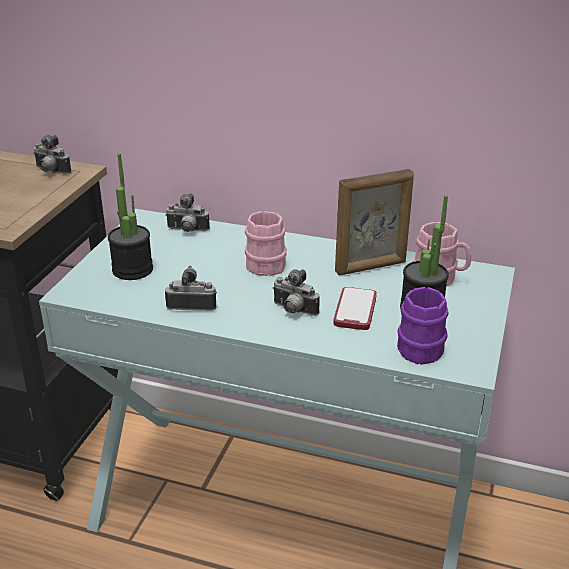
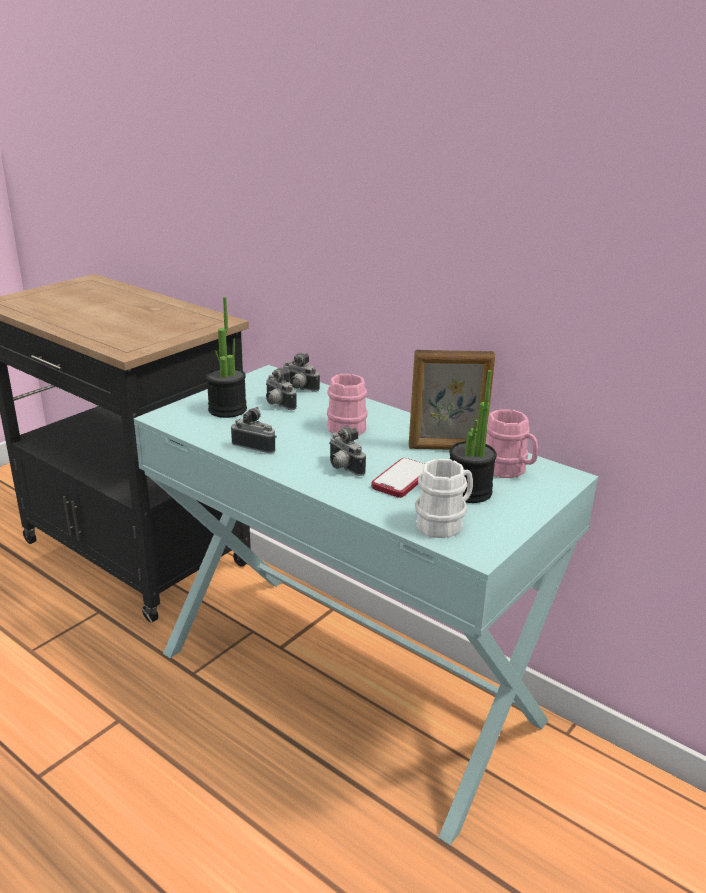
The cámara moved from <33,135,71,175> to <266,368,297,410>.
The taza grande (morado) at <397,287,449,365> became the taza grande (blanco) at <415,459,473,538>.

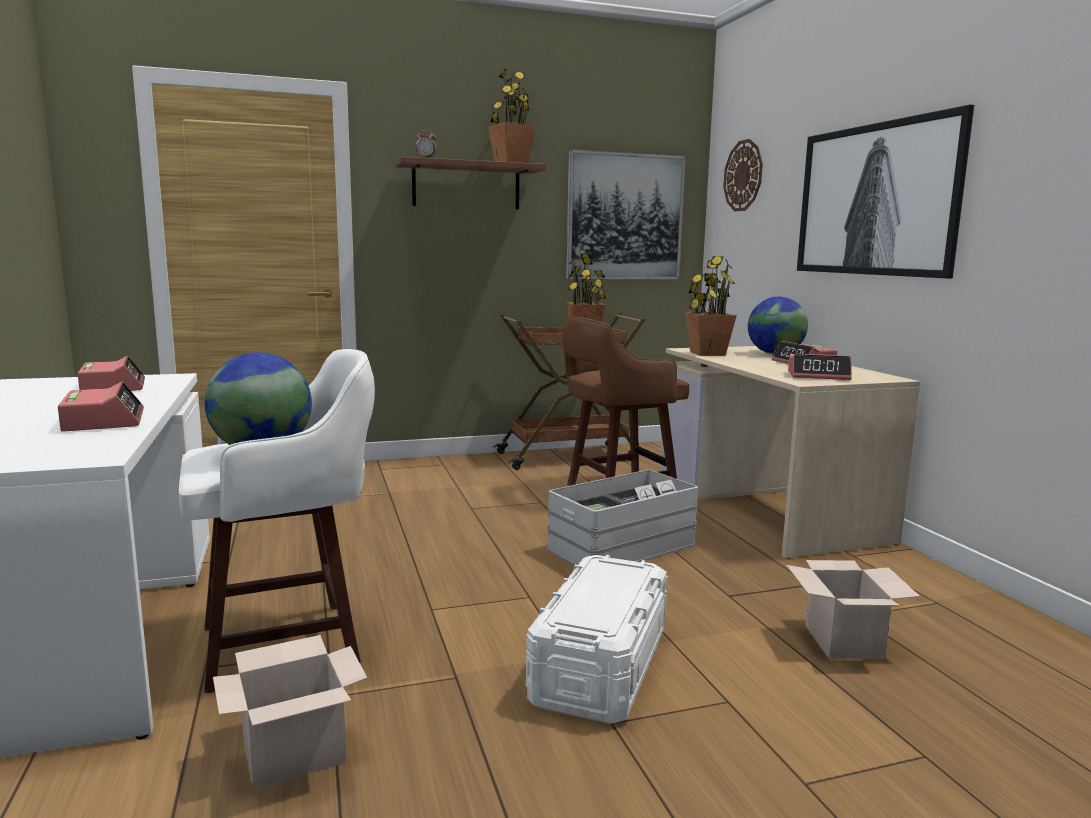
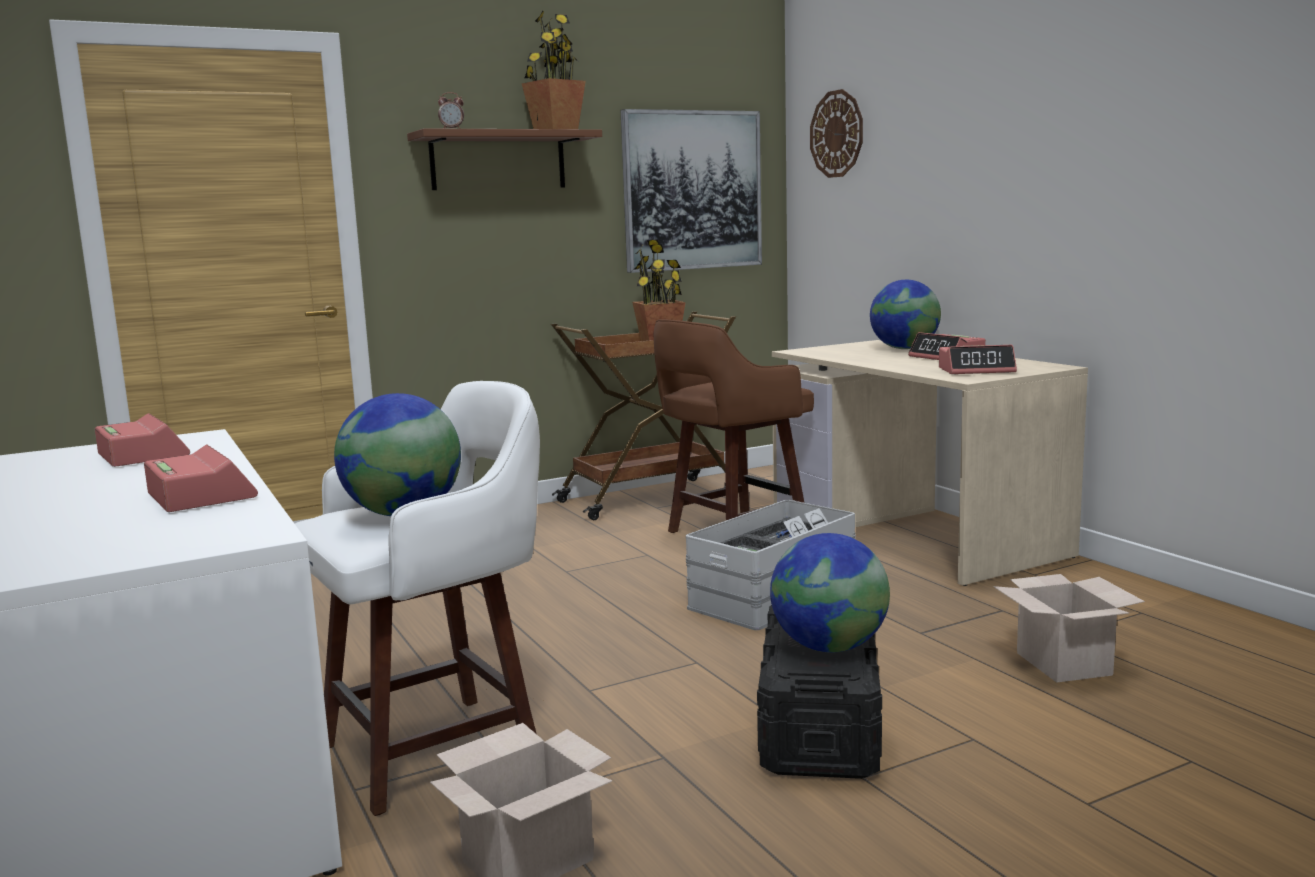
The planta en maceta at <685,256,737,356> disappeared.
The cuadro at <797,104,974,279> disappeared.
The globo terráqueo at <770,533,890,653> appeared.
The caja de almacenaje (blanco) at <526,555,668,724> became the caja de almacenaje (negro) at <757,605,882,779>.

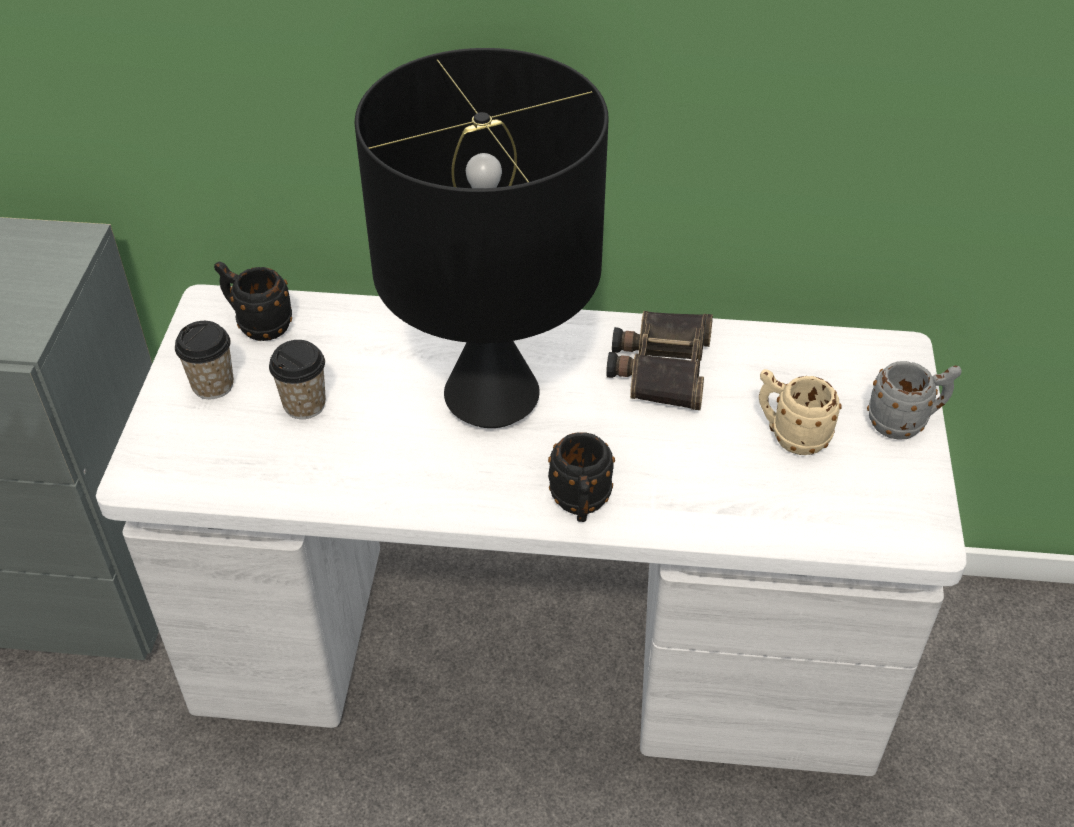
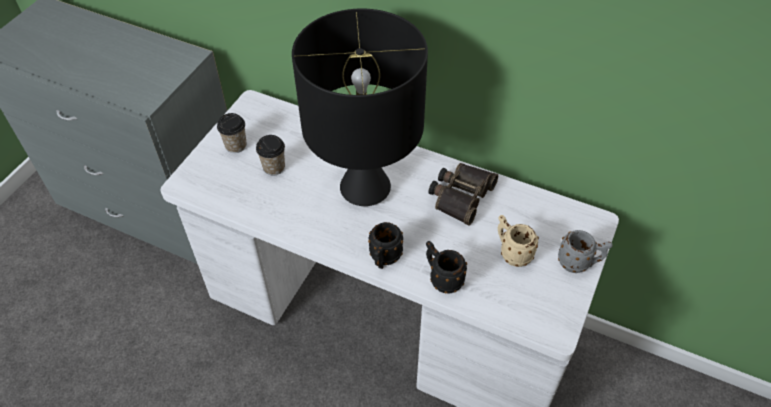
The taza grande (negro) moved from <214,261,292,341> to <426,241,467,294>.

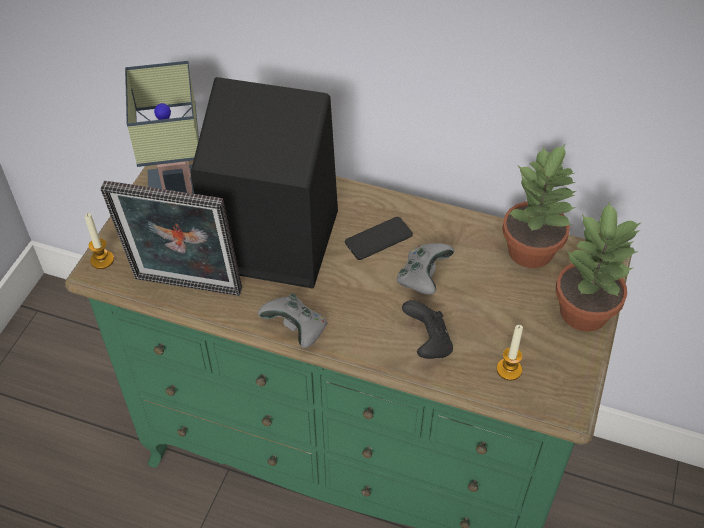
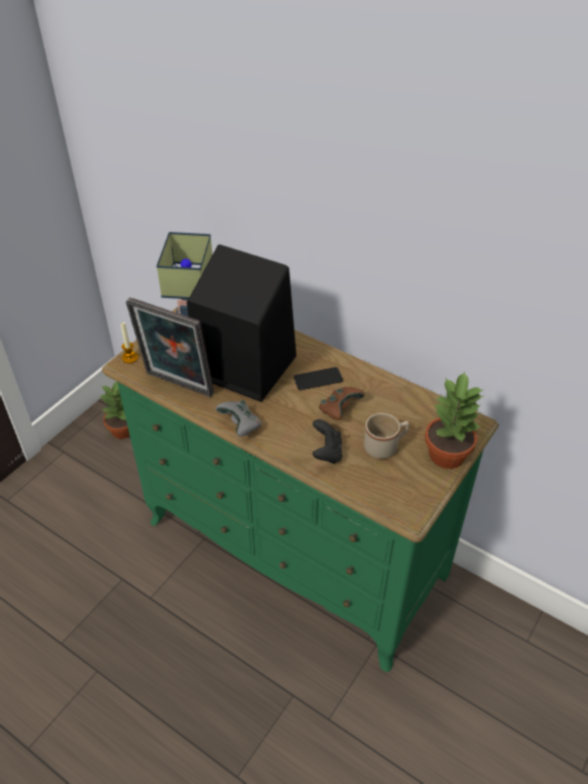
The vela at <497,325,523,381> disappeared.
The taza grande (beis) at <364,413,409,459> appeared.
The planta en maceta moved from <502,144,577,268> to <99,382,130,439>.
The mando de consola (gris) at <397,243,454,295> became the mando de consola (marrón) at <319,387,365,420>.

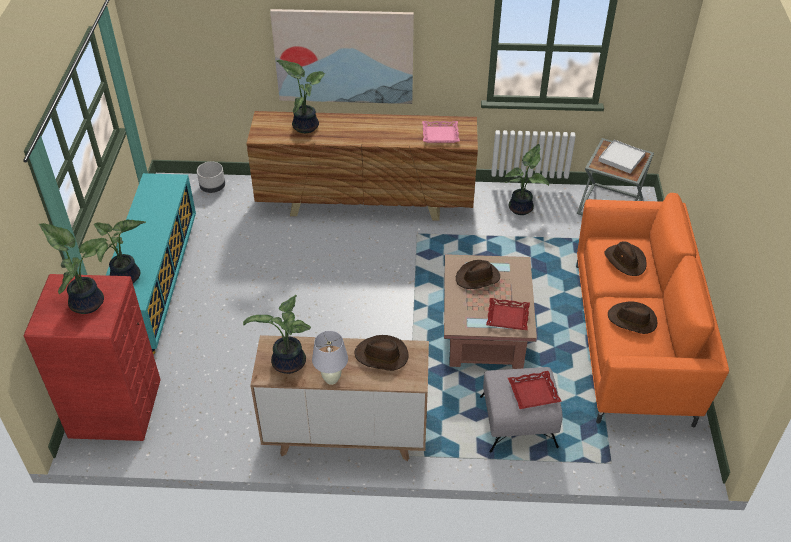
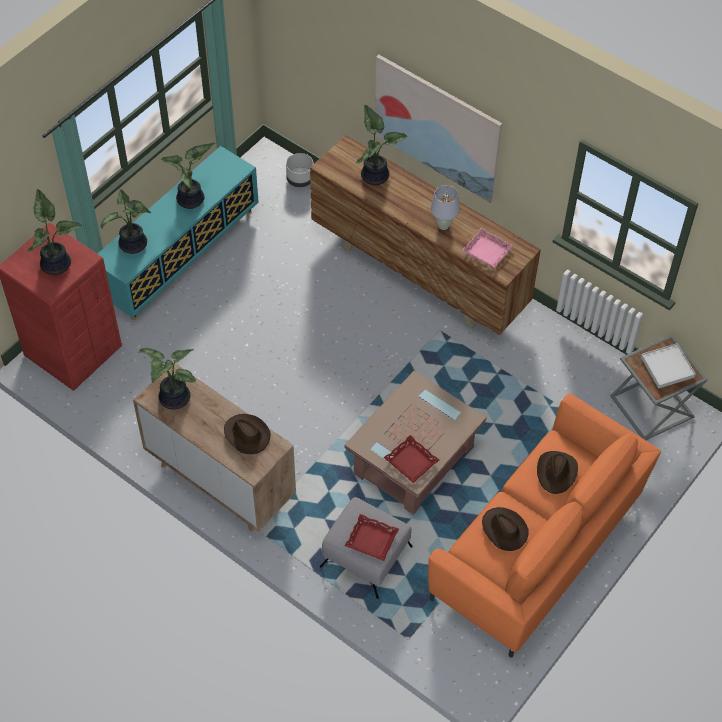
The sombrero (marrón) at <456,260,500,289> disappeared.
The lámpara de mesa (blanco) moved from <312,331,348,385> to <430,185,460,230>.
The planta en maceta moved from <505,144,549,215> to <161,143,216,209>.

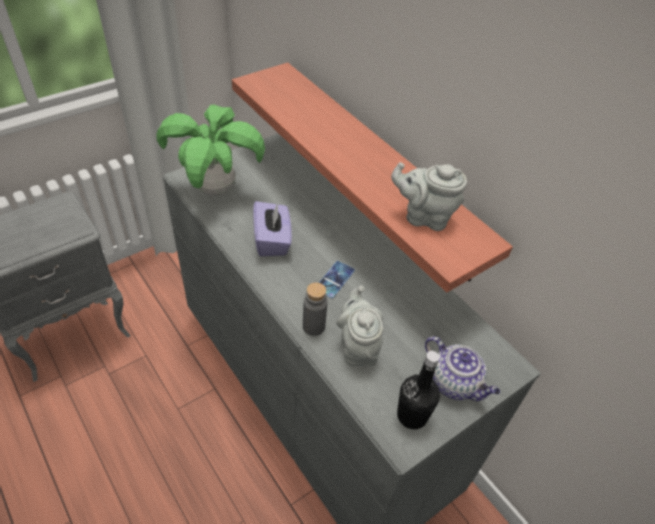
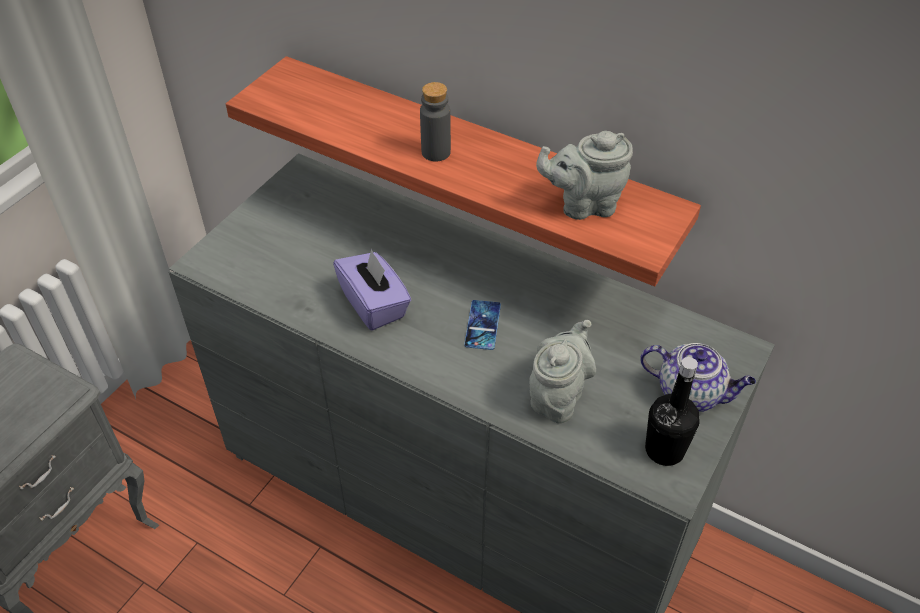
The planta en maceta at <156,105,265,196> disappeared.
The botella (gris) moved from <303,282,327,336> to <420,82,451,161>.
The tetera (gris) at <336,286,383,367> turned 60 degrees clockwise.

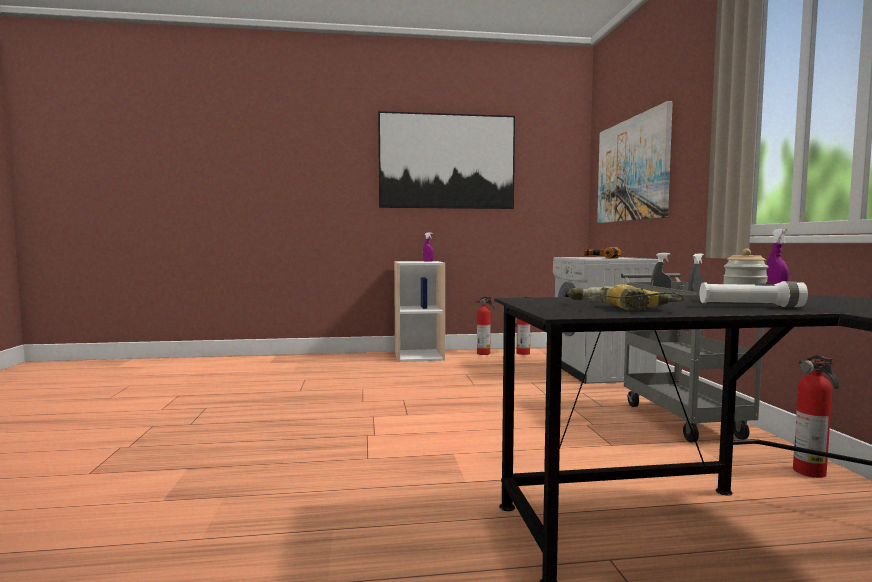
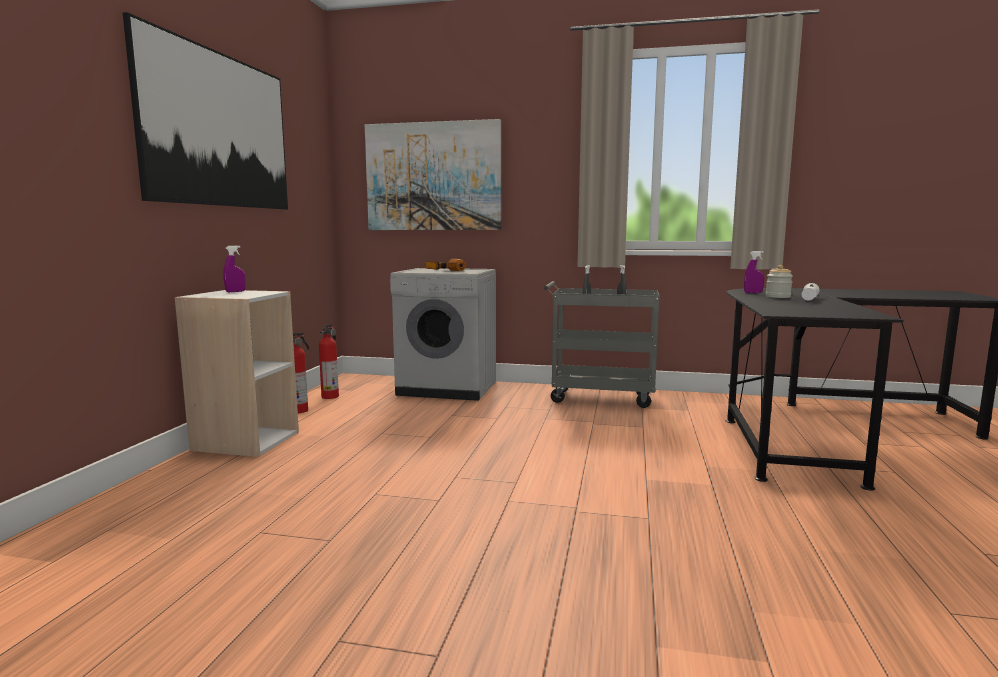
The taladro at <567,285,685,311> disappeared.
The extintor at <793,355,839,478> disappeared.

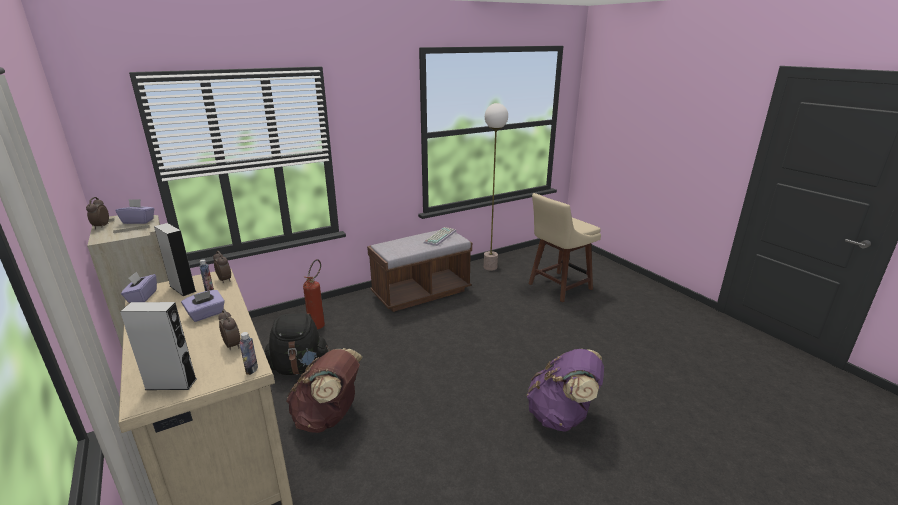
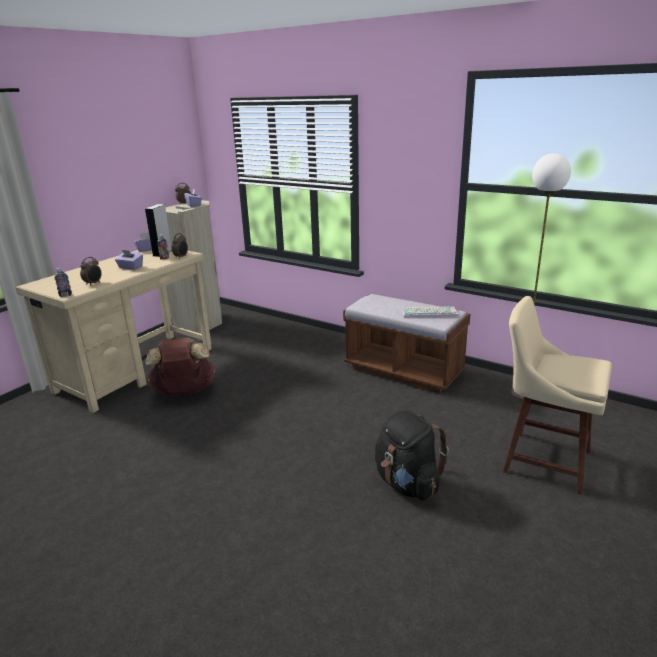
The altavoz (gris) at <120,302,197,390> disappeared.
The extintor at <303,259,325,330> disappeared.
The mochila (morado) at <527,349,604,432> disappeared.
The mochila (negro) moved from <265,313,330,375> to <375,411,449,501>.

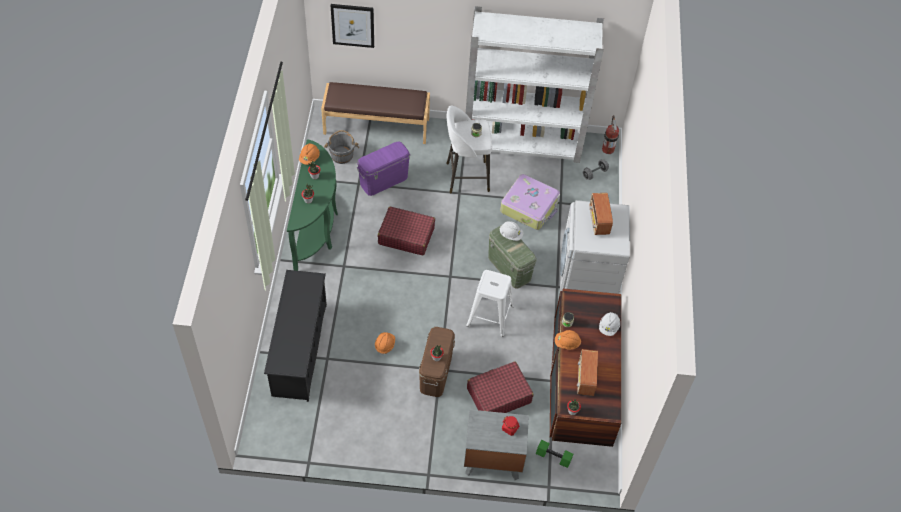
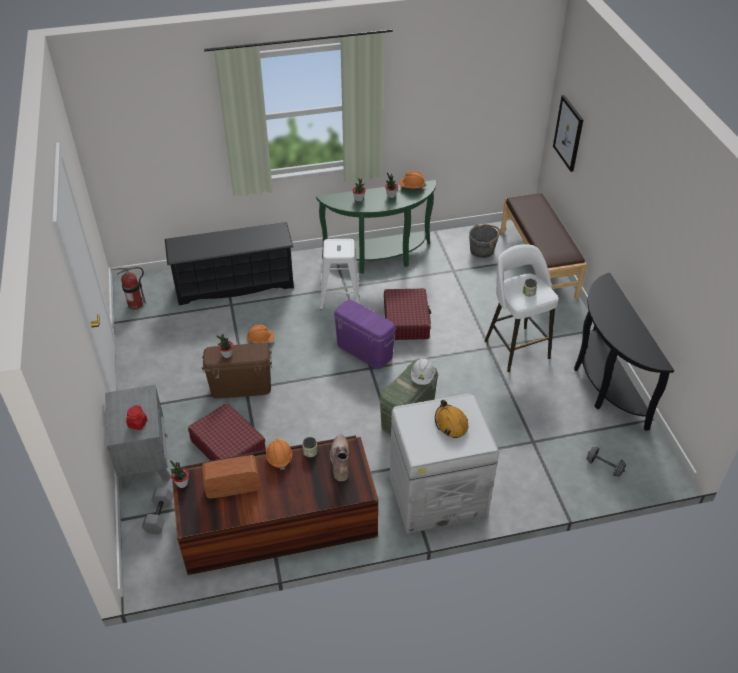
The maleta at <500,174,560,230> disappeared.
The casco (blanco) at <599,312,620,336> disappeared.
The bota (marrón) at <330,434,349,481> appeared.
The caja de almacenaje (morado) moved from <357,142,410,196> to <334,300,396,369>.
The taburete (blanco) moved from <466,270,514,337> to <320,239,361,310>.
The extintor moved from <602,115,619,154> to <110,266,146,310>.
The estantería (blanco) at <466,6,604,163> was replaced by the mesa consola (negro) at <574,273,674,431>.
The radio at <589,193,613,235> was replaced by the casco (naranja) at <435,400,468,438>.
The mancuerna (verde) at <536,440,573,468> became the mancuerna (gris) at <142,487,174,534>.

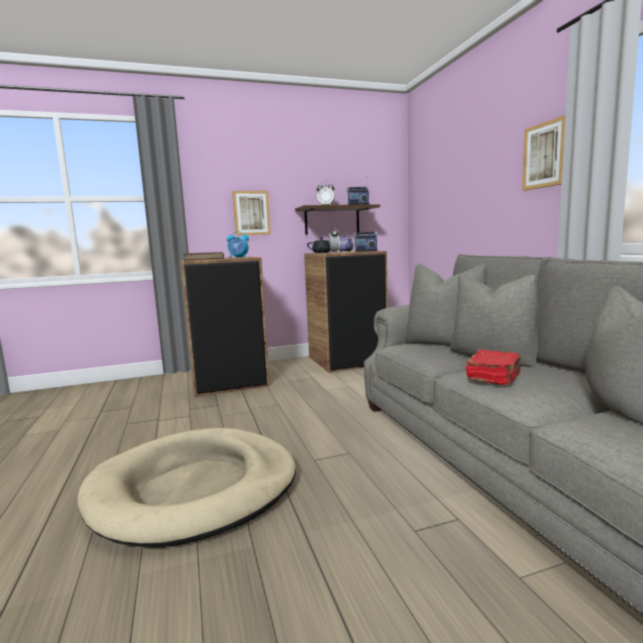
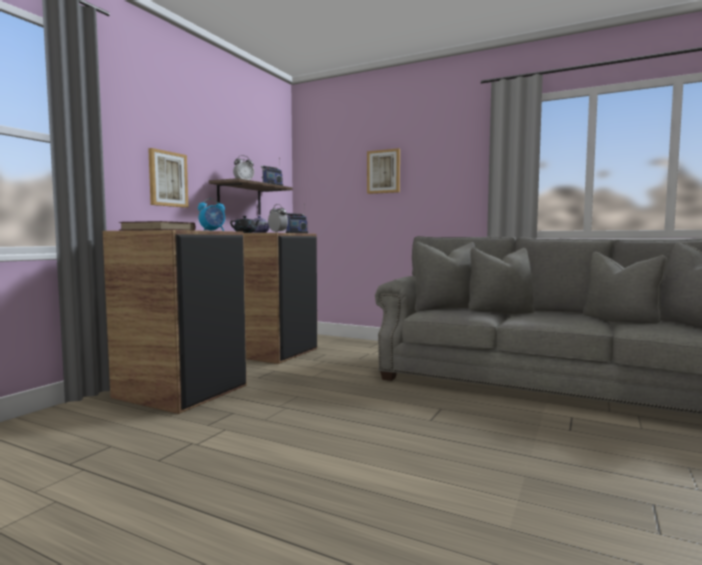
The cama para perro (beis) at <78,428,296,548> disappeared.
The libro (rojo) at <466,349,521,385> disappeared.
The cuadro moved from <522,115,565,191> to <367,148,400,194>.

